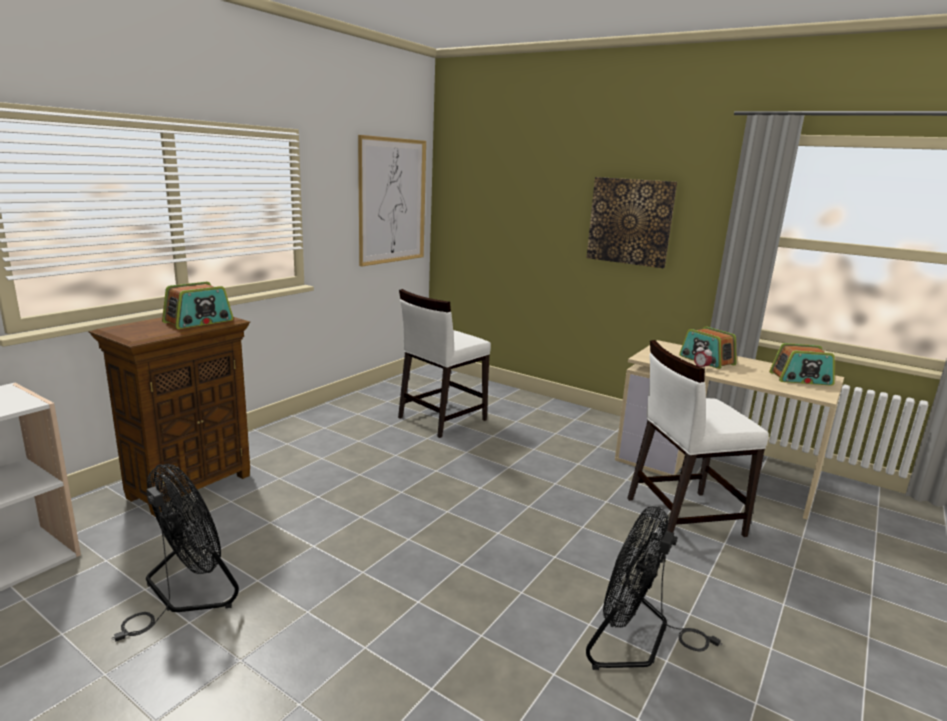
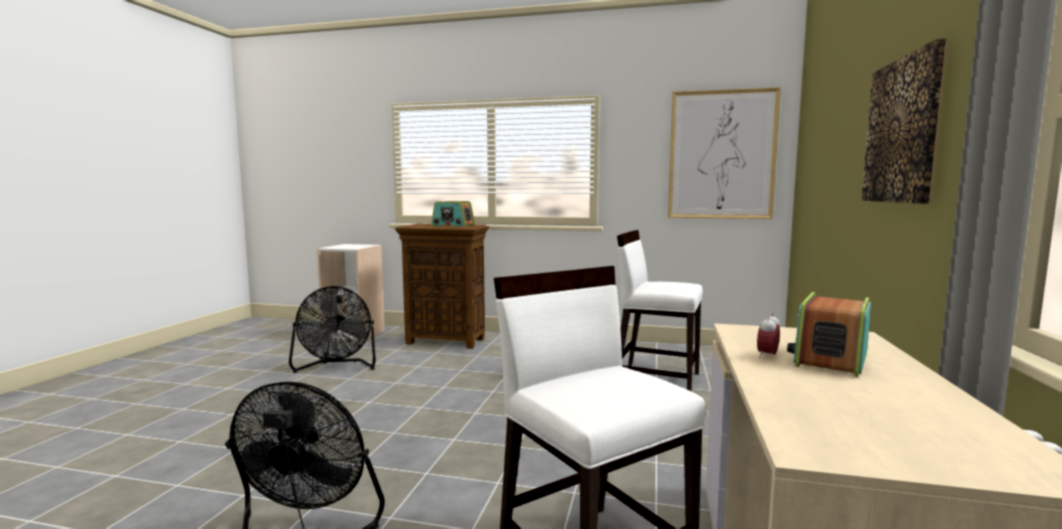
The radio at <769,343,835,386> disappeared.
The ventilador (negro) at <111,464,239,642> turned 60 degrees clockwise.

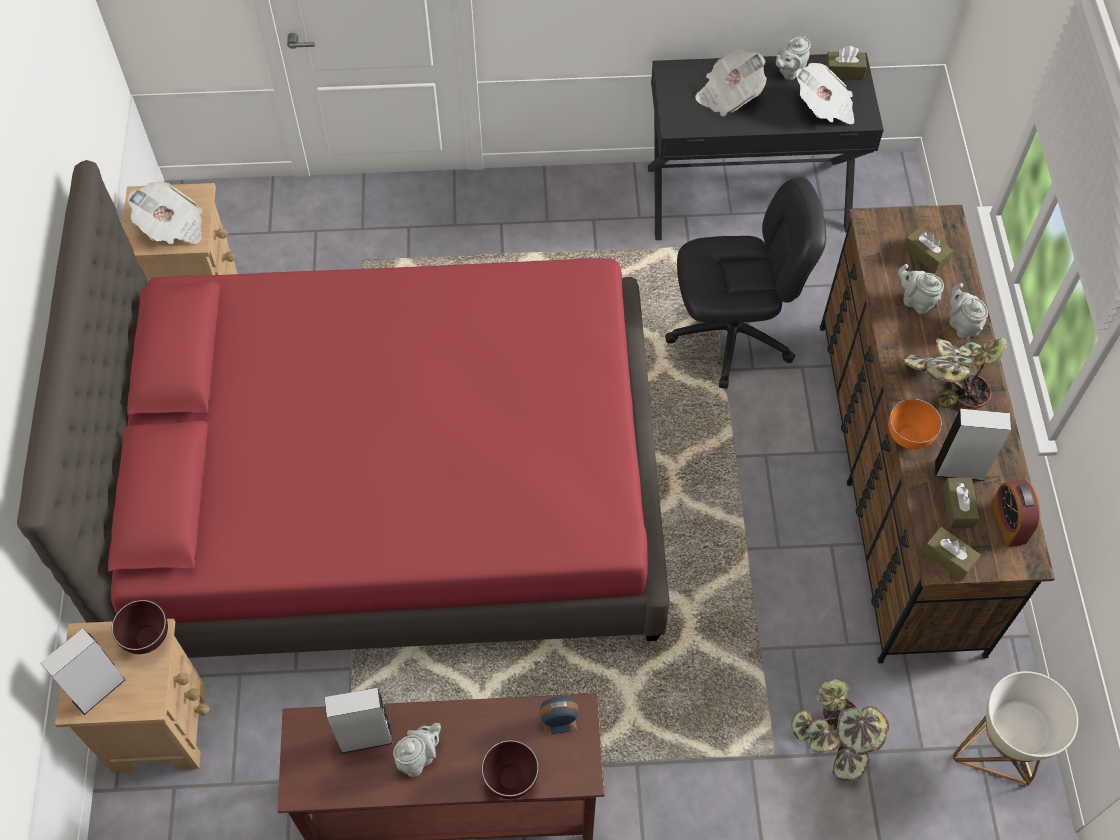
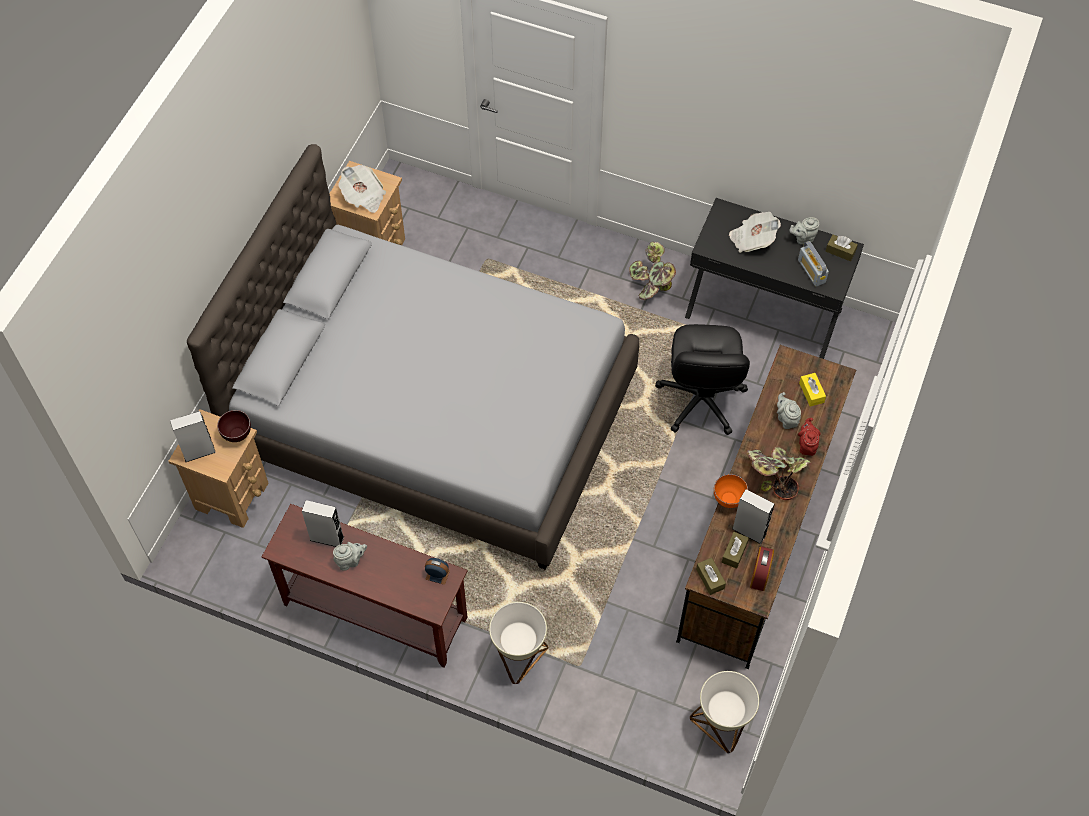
The cuenco (marrón) at <481,740,539,799> disappeared.
The maceta at <489,602,548,684> appeared.
The planta en maceta moved from <791,679,889,781> to <629,242,676,300>.
The periódico at <796,63,855,124> was replaced by the radio at <798,241,829,287>.
The cama (rojo) at <17,160,670,658> became the cama (gris) at <187,144,639,570>.
The caja de pañuelos (marrón) at <903,226,953,273> became the caja de pañuelos (amarillo) at <799,373,826,406>.
The tetera (gris) at <949,283,988,339> became the tetera (rojo) at <798,418,821,456>.
The silla de oficina (negro) at <665,177,826,389> turned 75 degrees clockwise.

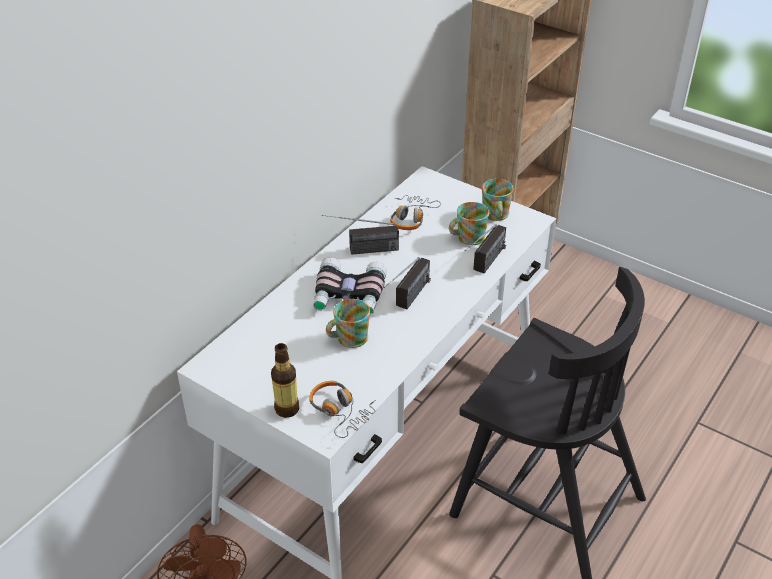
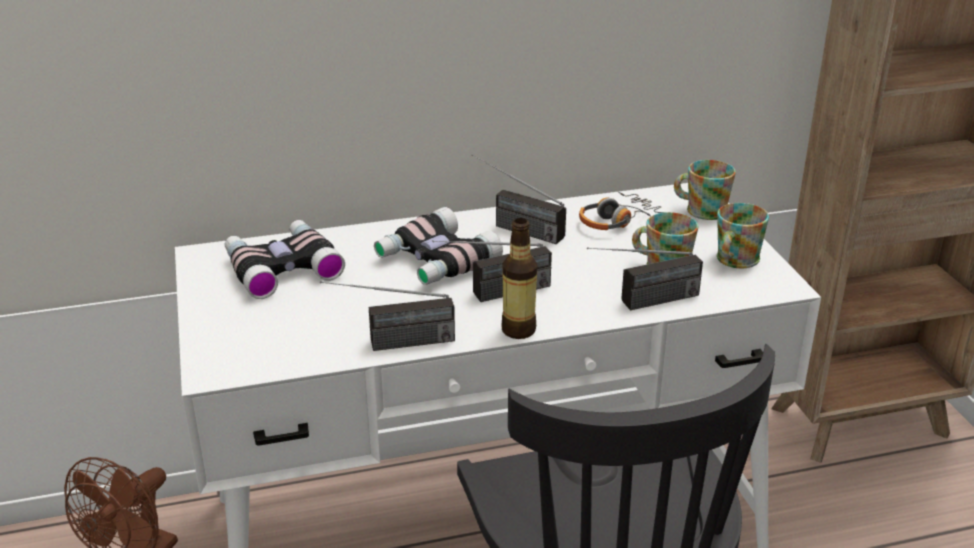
The auriculares at <309,381,376,438> disappeared.
The prismáticos at <225,220,345,299> appeared.
The radio at <320,281,455,351> appeared.
The botella moved from <271,343,299,418> to <501,218,537,339>.
The taza grande moved from <326,299,370,348> to <674,160,736,220>.

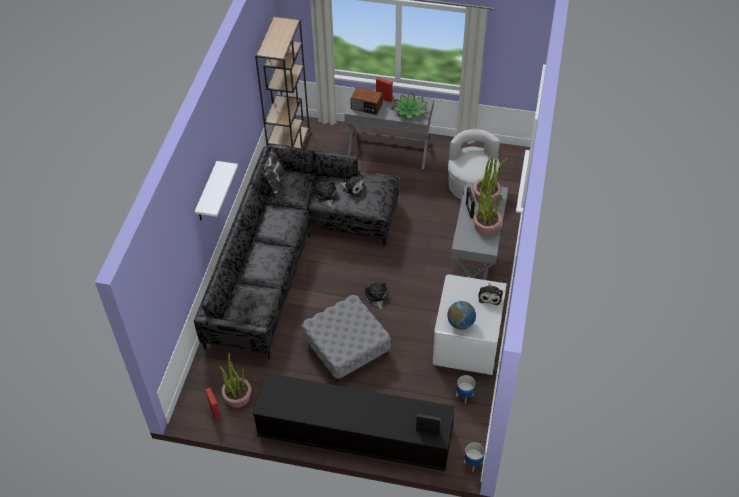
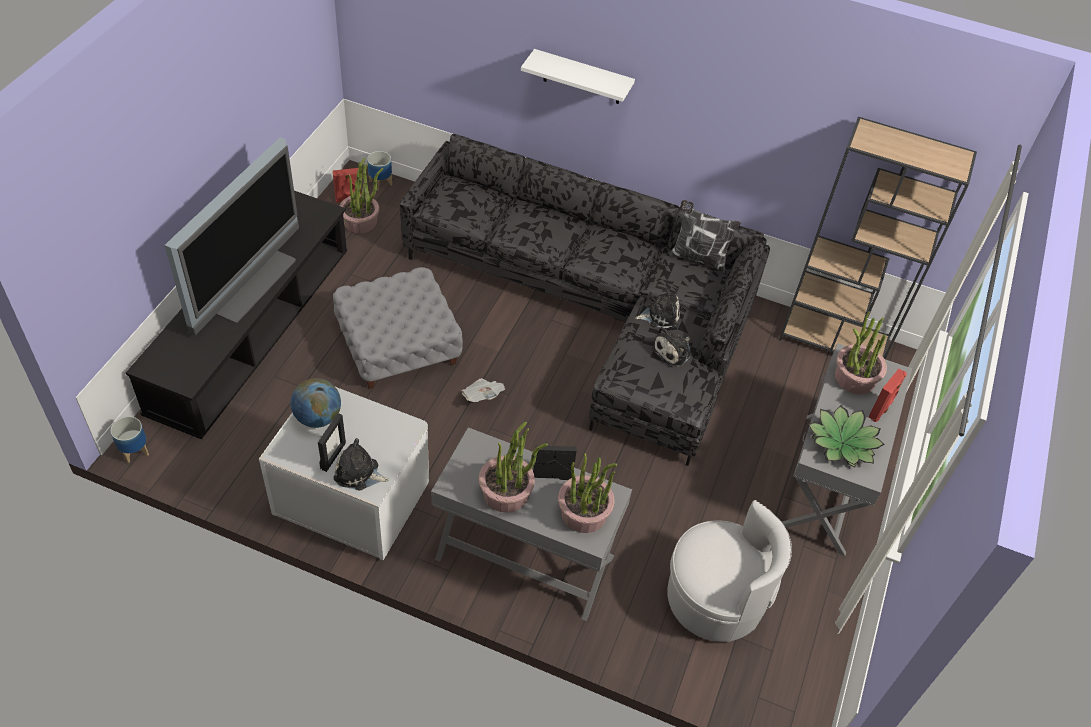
The televisor at <165,137,299,336> appeared.
The portarretratos moved from <416,414,441,436> to <318,413,346,472>.
The maceta moved from <456,375,475,404> to <367,151,392,191>.
The radio at <350,87,383,115> was replaced by the planta en maceta at <835,312,887,394>.
The peluche at <365,282,387,309> was replaced by the periódico at <461,378,505,402>.

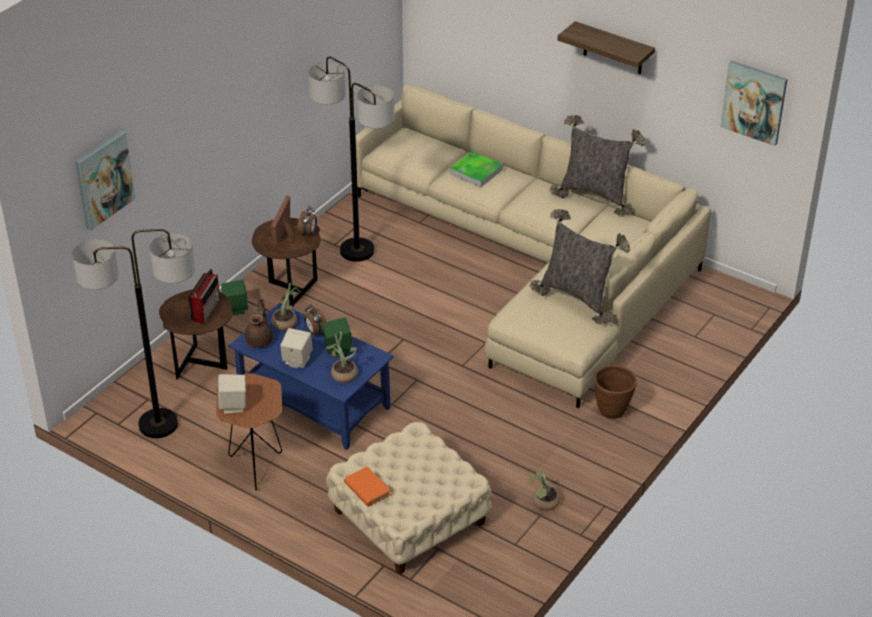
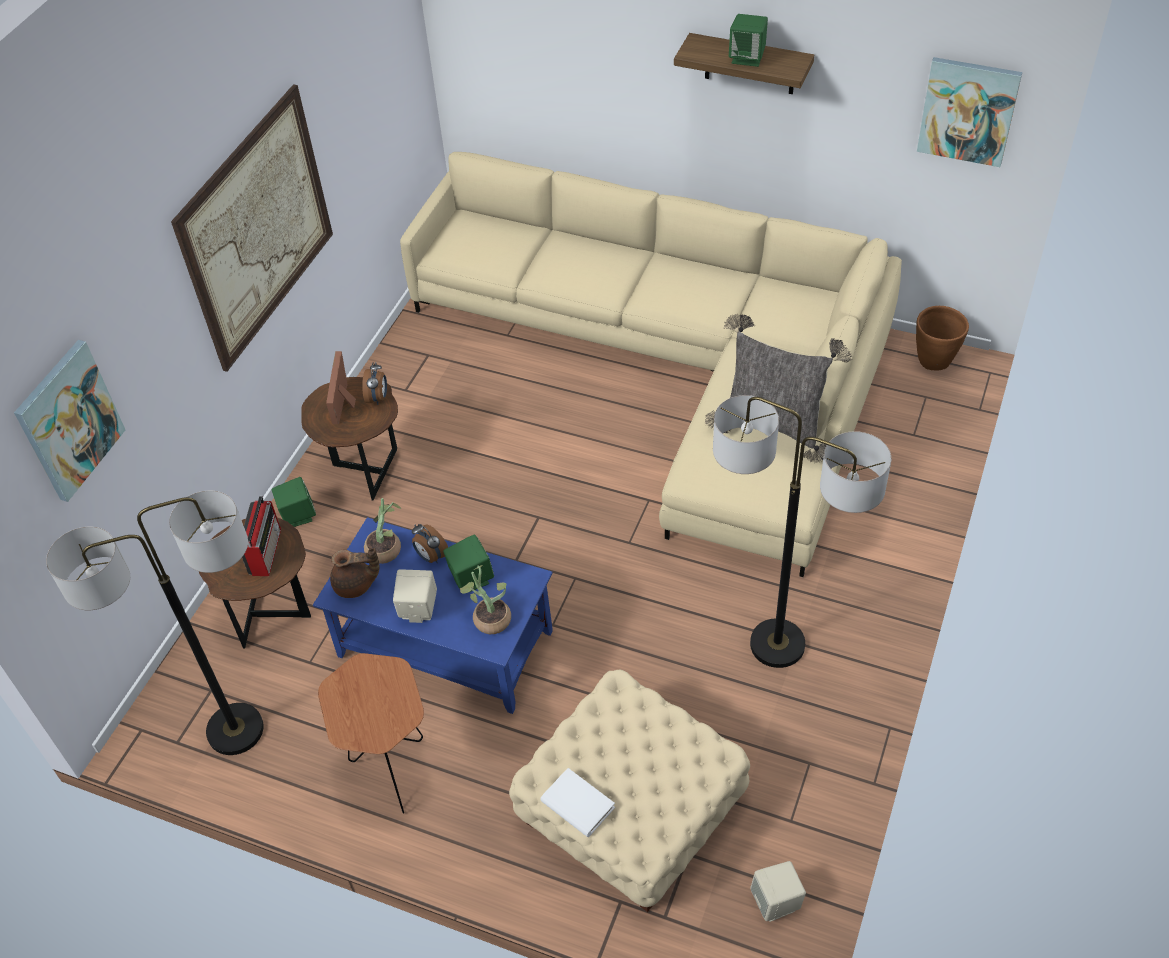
The bandeja at <450,151,503,188> disappeared.
The planta en maceta at <529,470,560,511> disappeared.
The cojín at <549,115,646,217> disappeared.
The cuadro at <171,84,333,372> appeared.
The altavoz (verde) at <729,14,768,67> appeared.
The altavoz (beis) moved from <218,374,246,414> to <750,861,806,922>.
The lámpara de pie moved from <308,56,395,262> to <713,395,892,668>.
The maceta (marrón) moved from <594,365,637,419> to <916,306,969,371>.
The libro (naranja) at <344,466,391,507> became the libro (blanco) at <540,768,615,837>.
The tetera (marrón) at <245,298,273,348> turned 90 degrees clockwise.

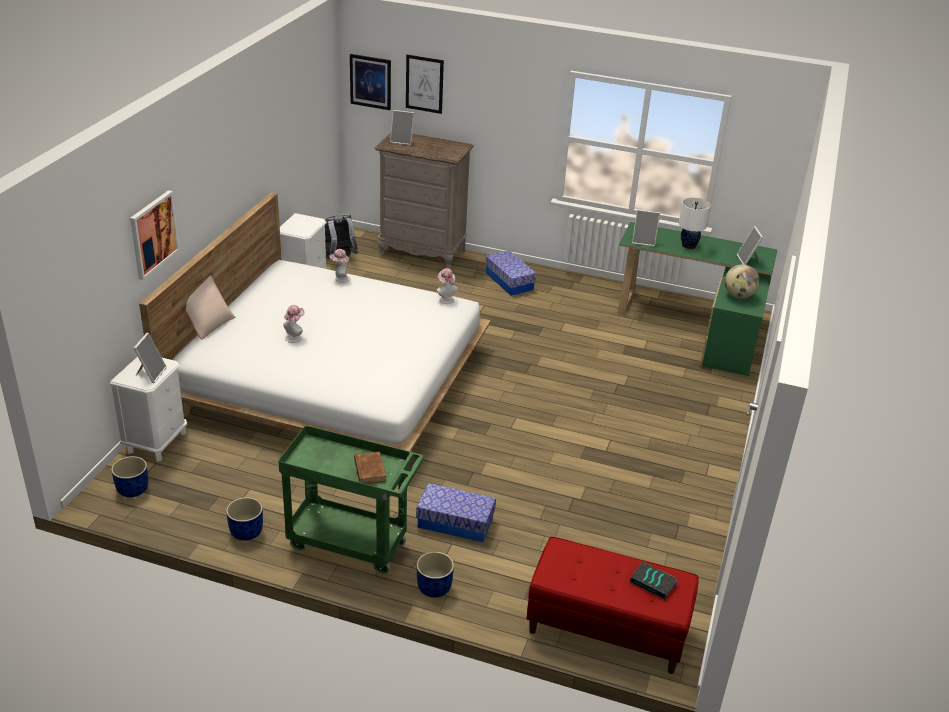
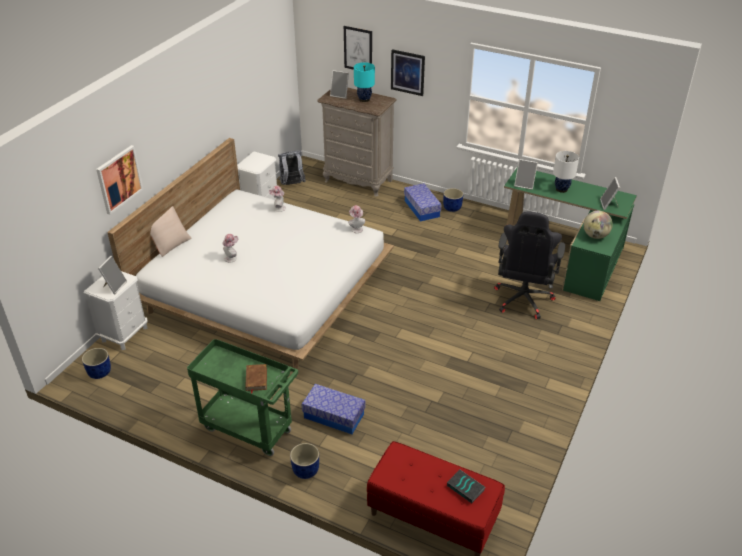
The lámpara de mesa (turquesa) at <354,62,375,102> appeared.
The silla de oficina (negro) at <494,212,565,319> appeared.
The maceta (azul) moved from <226,497,263,541> to <443,188,463,212>.
The cuadro moved from <350,54,391,110> to <391,49,425,96>.

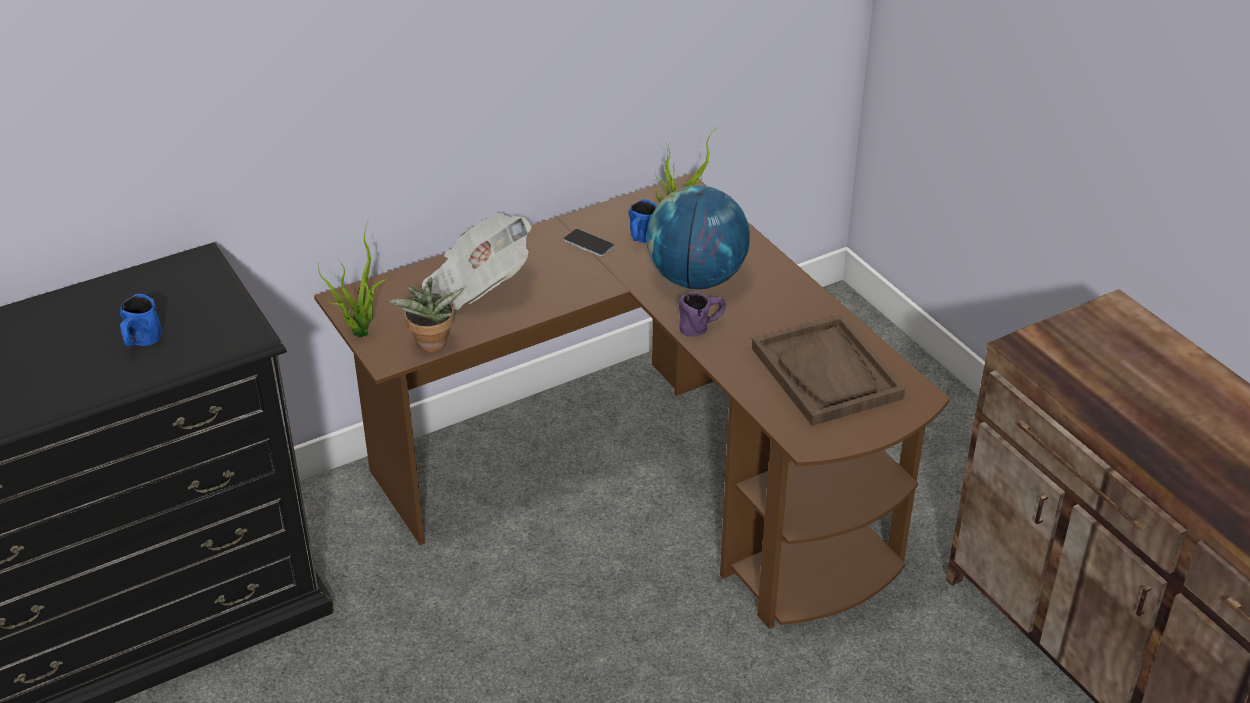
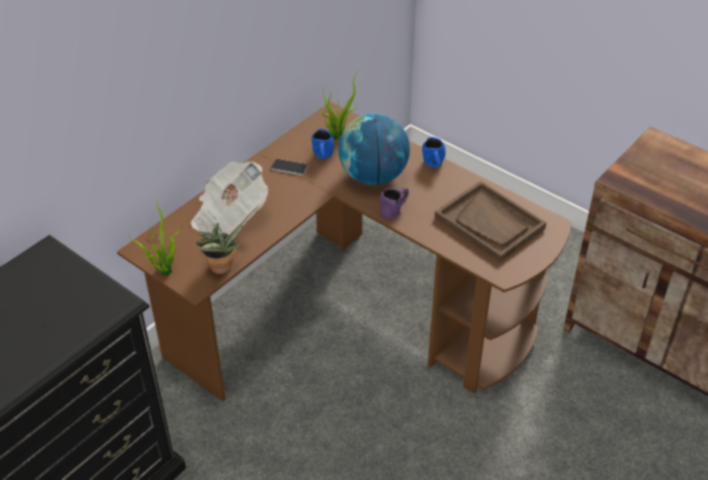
The taza grande (azul) moved from <120,294,162,346> to <422,137,446,168>.

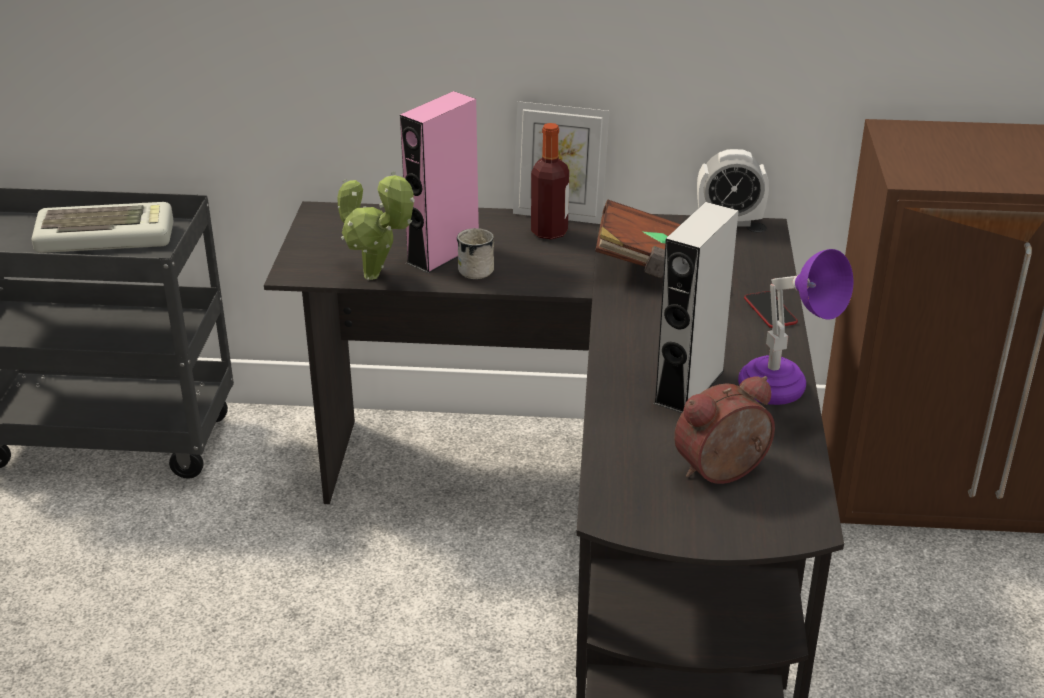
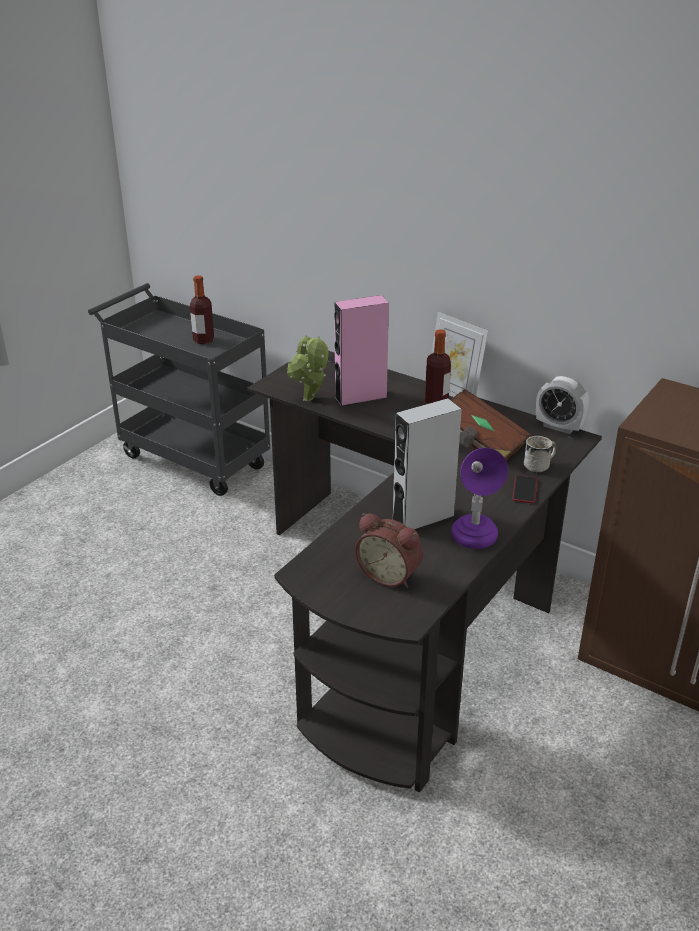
The taza grande (blanco) moved from <457,228,494,279> to <524,436,556,472>.
The teclado at <31,202,174,253> was replaced by the botella at <190,275,214,344>.
The despertador at <674,376,775,484> turned 150 degrees counterclockwise.

